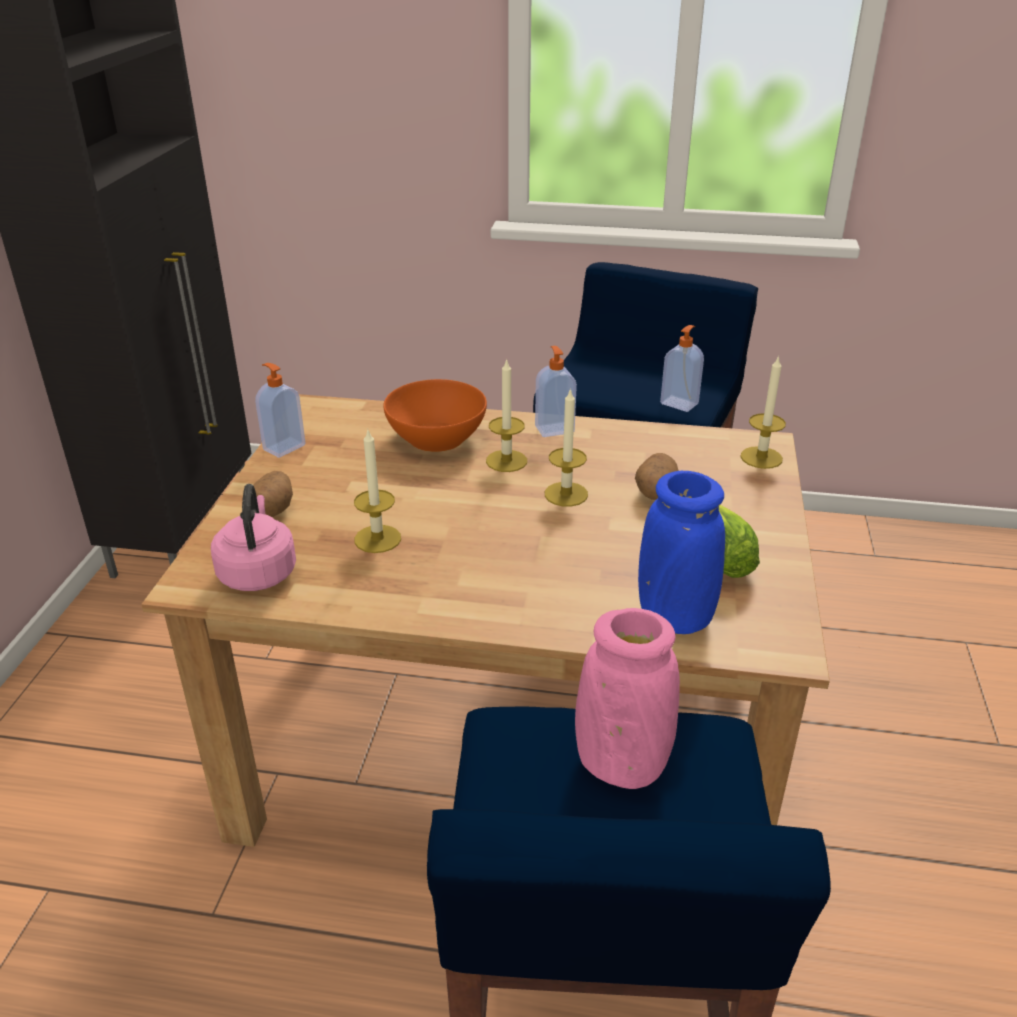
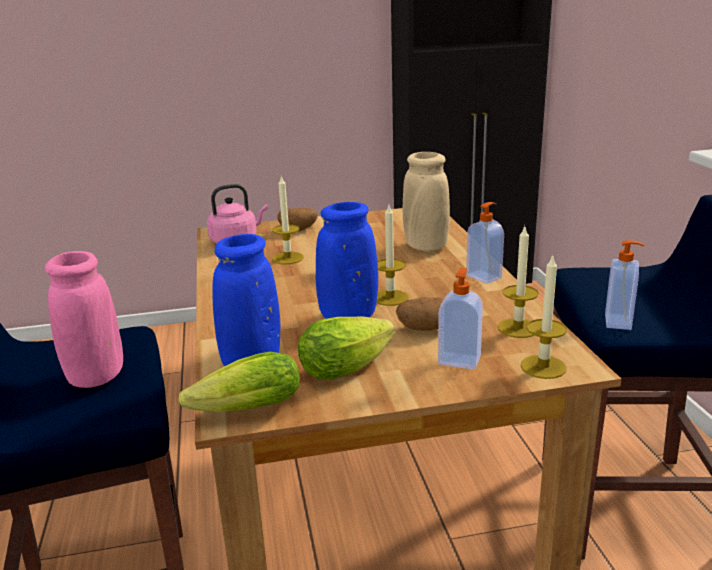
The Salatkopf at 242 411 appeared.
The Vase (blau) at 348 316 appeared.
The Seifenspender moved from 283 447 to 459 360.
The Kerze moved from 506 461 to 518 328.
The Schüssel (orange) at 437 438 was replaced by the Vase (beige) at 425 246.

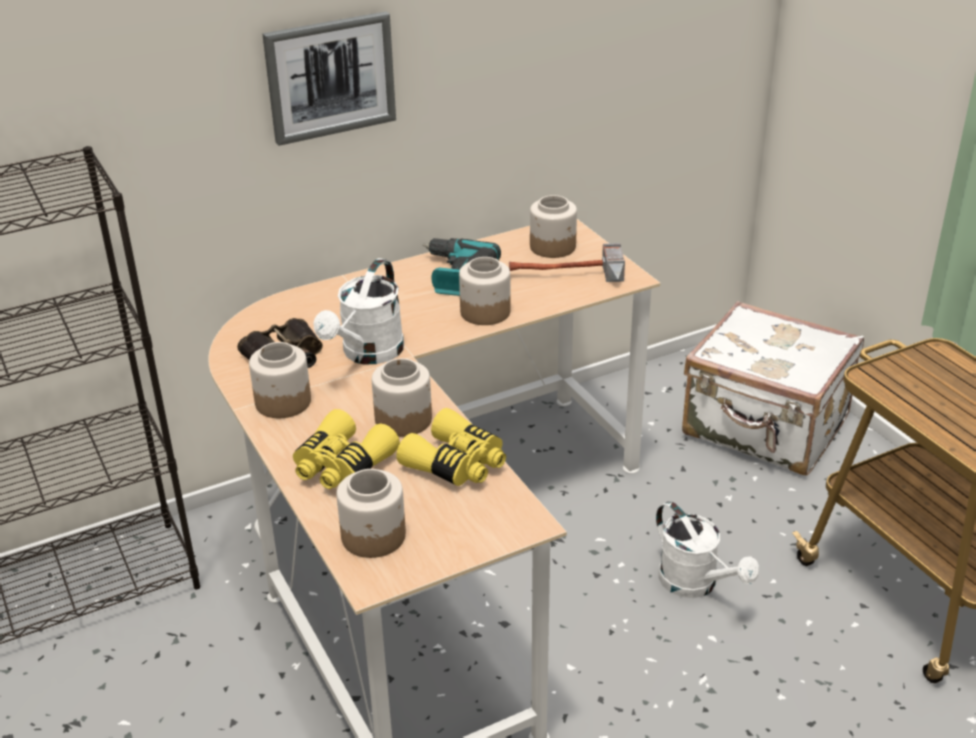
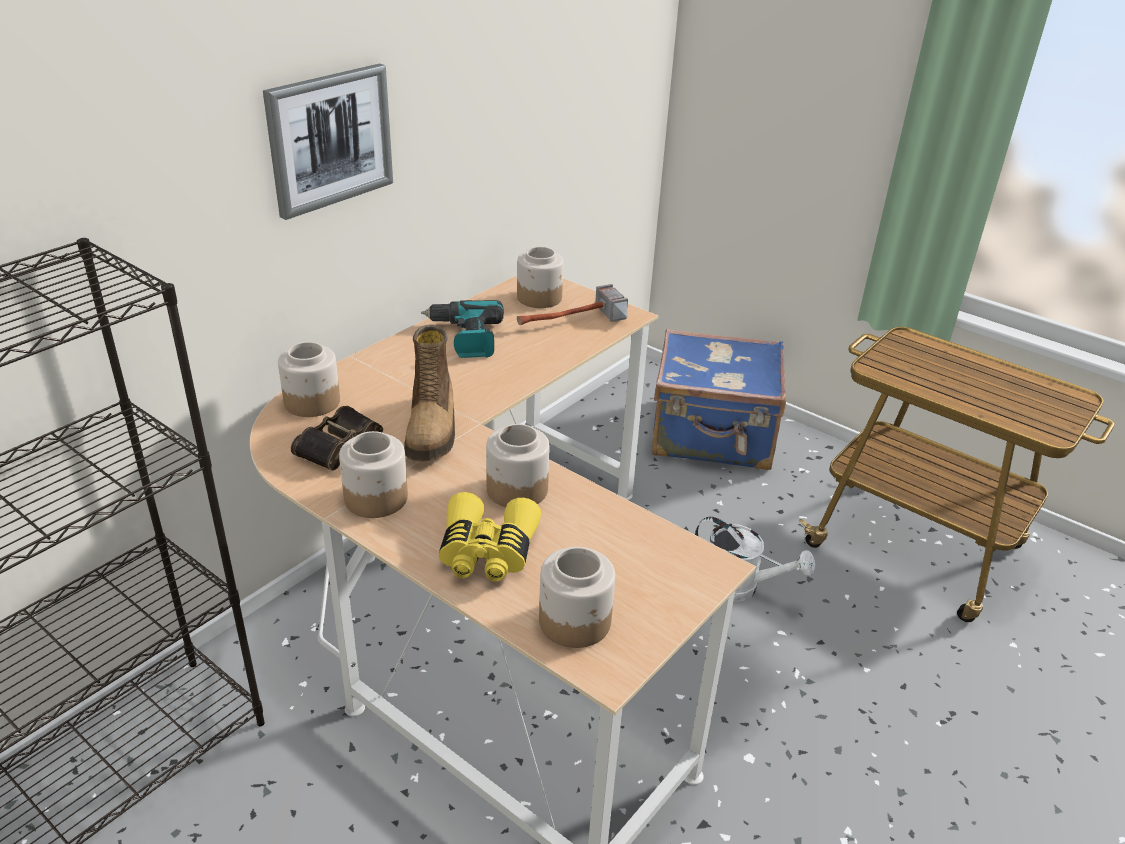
The Fernglas (gelb) at 457 464 disappeared.
The Vorratsglas moved from 484 312 to 311 402.
The Gießkanne (weiß) at 367 354 was replaced by the Stiefel at 432 430.
The Koffer (weiß) at 765 428 became the Koffer (blau) at 713 436.

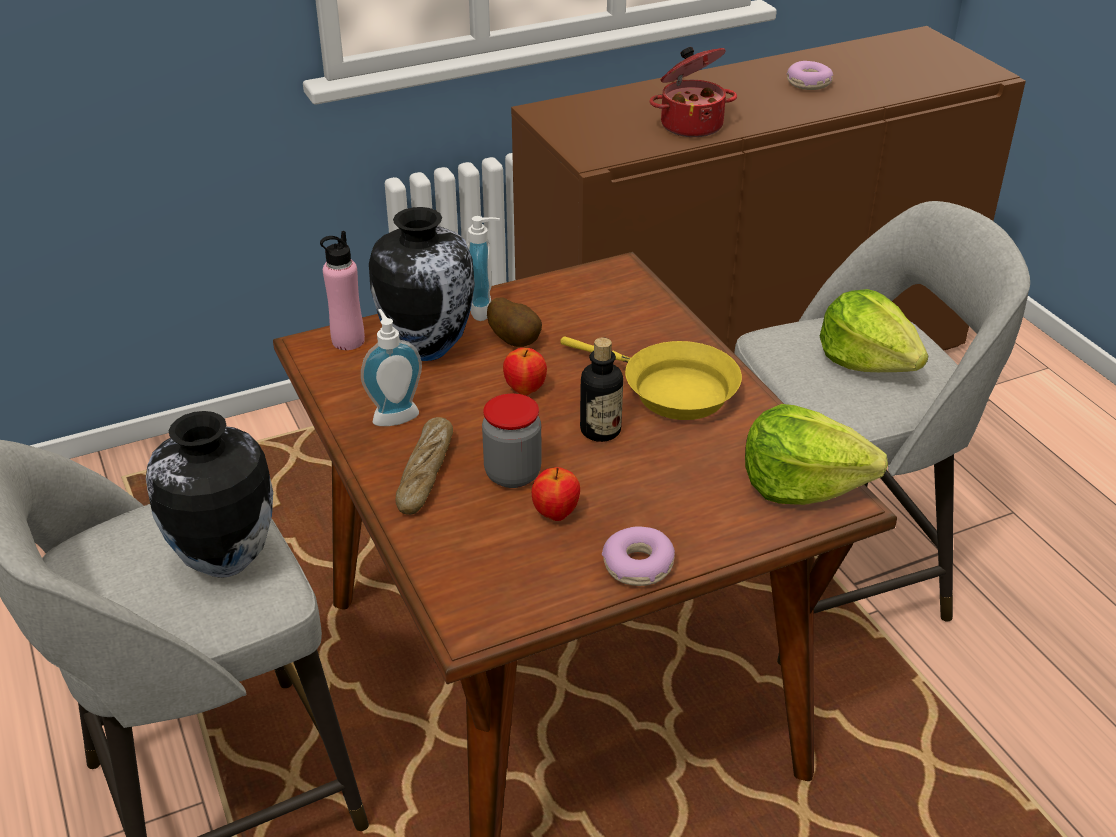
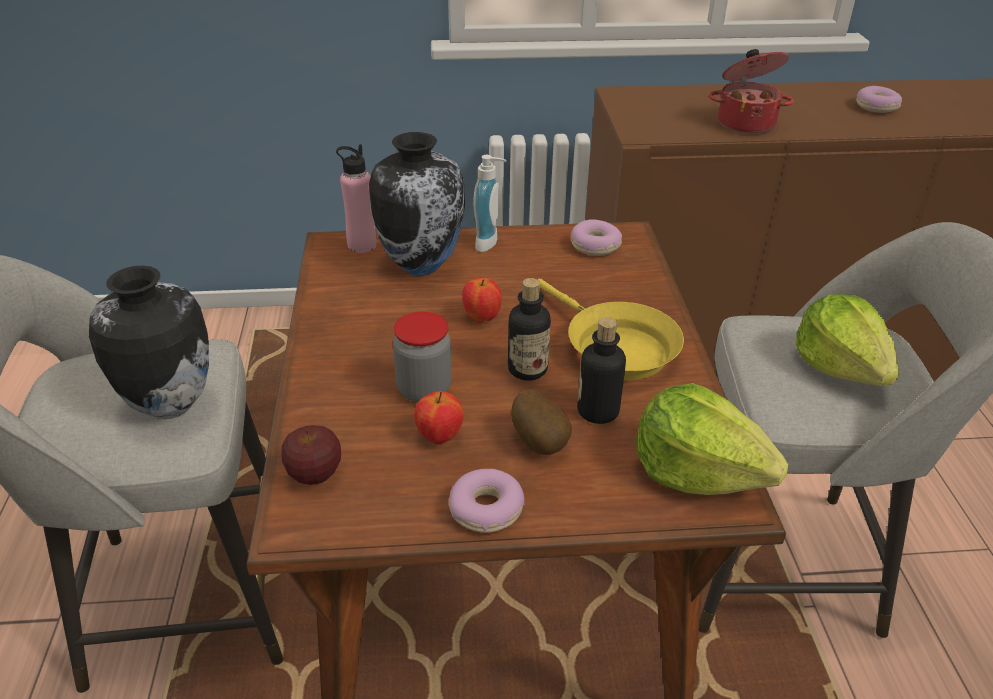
The Seifenspender at 394 415 disappeared.
The Brot at 425 473 disappeared.
The Apfel at 315 475 appeared.
The Donut at 594 246 appeared.
The Flasche at 598 411 appeared.
The Kartoffel moved from 516 341 to 541 442.

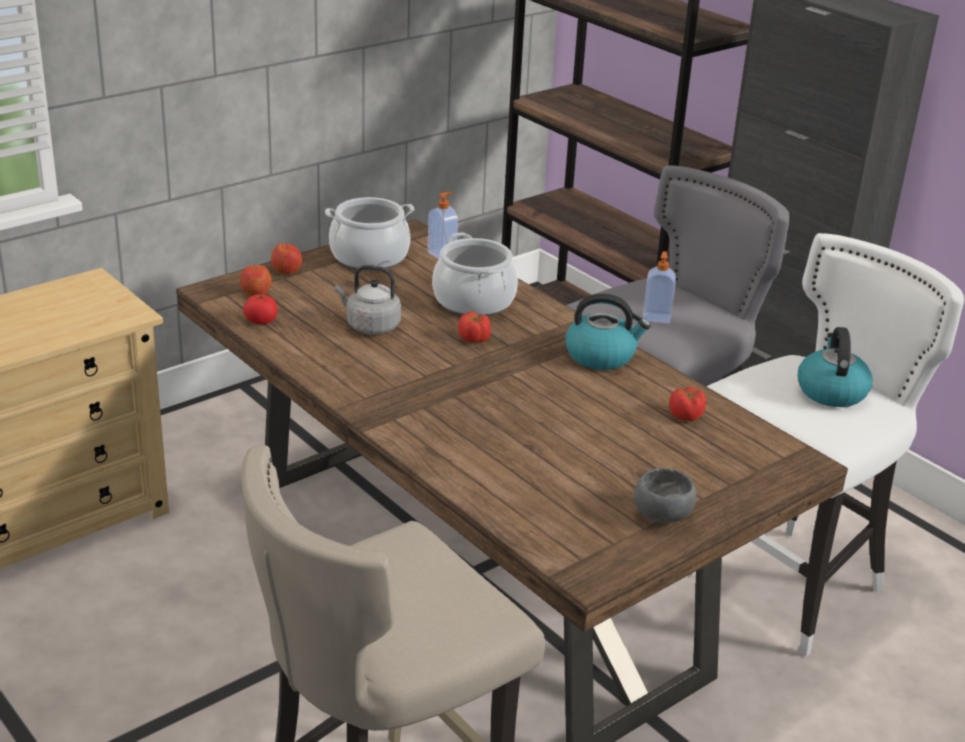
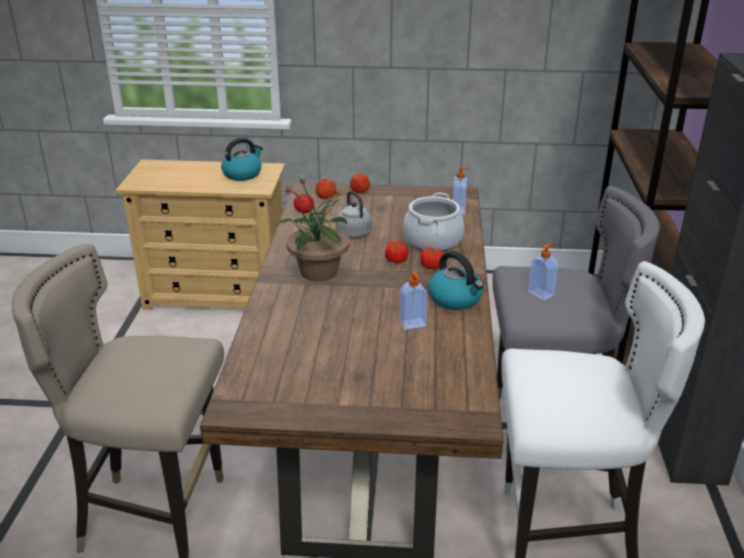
The Kochtopf at 369 257 disappeared.
The Schüssel (grau) at 663 516 disappeared.
The Topfpflanze at 318 272 appeared.
The Seifenspender at 413 324 appeared.
The Tomate moved from 686 416 to 432 266.
The Wasserkessel moved from 831 391 to 242 174.

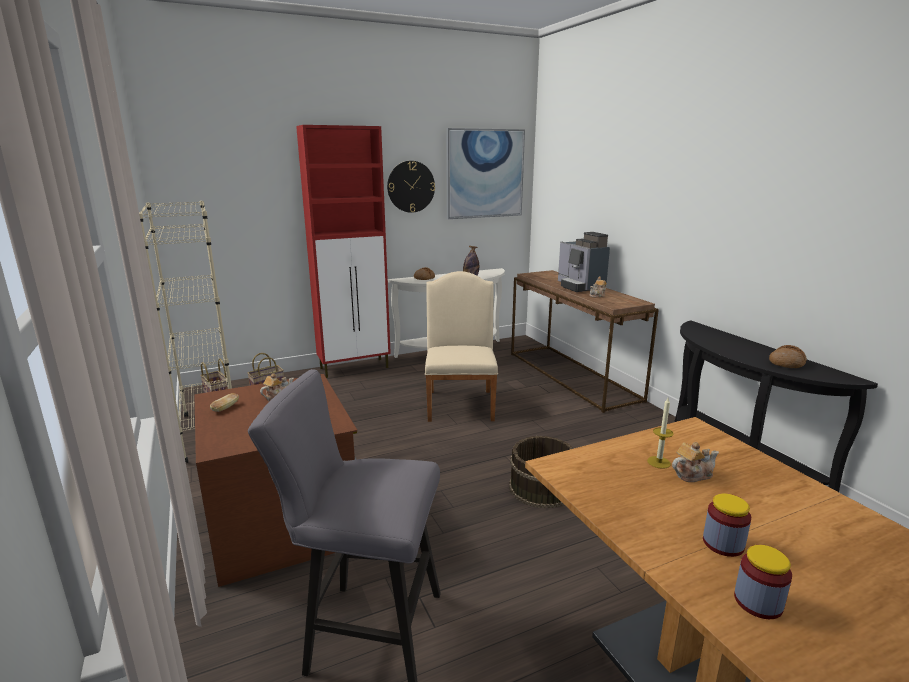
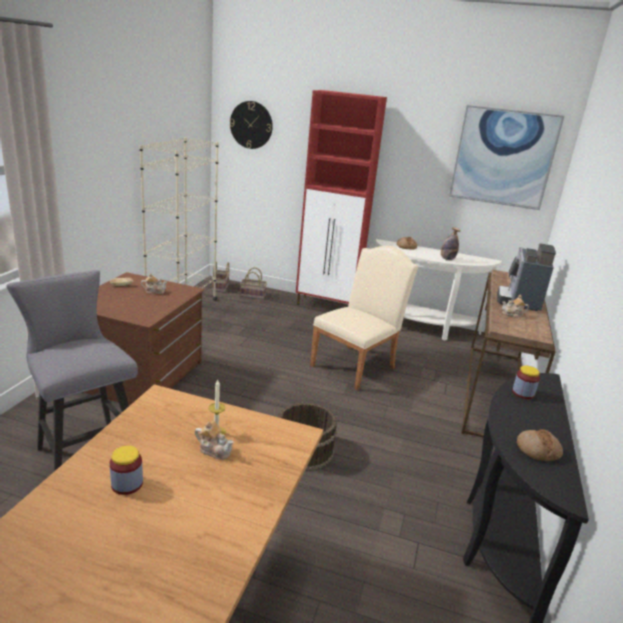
The Wanduhr moved from 411 186 to 251 125.
The Vorratsglas moved from 758 602 to 523 393.

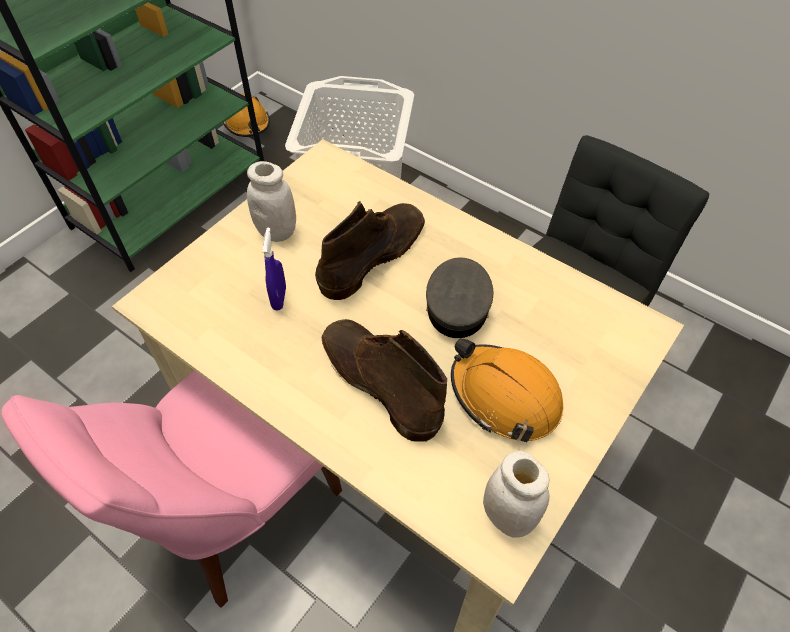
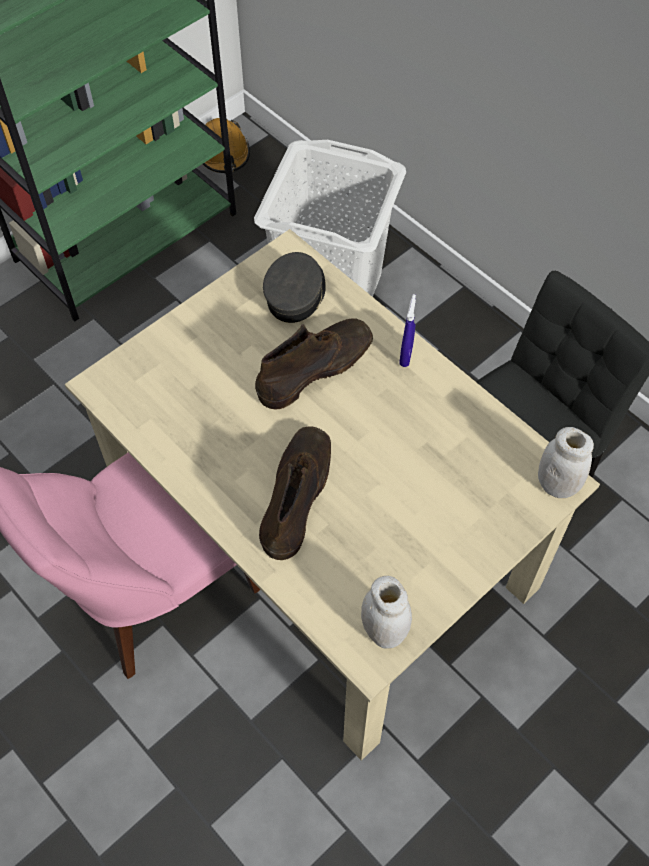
The Schutzhelm (orange) at 504 396 disappeared.
The Vorratsglas (weiß) moved from 277 232 to 557 484.
The Sprühflasche (blau) moved from 279 298 to 406 355.
The Kappe (grau) moved from 457 305 to 295 294.
The Stiefel (braun) at 379 382 turned 45 degrees clockwise.

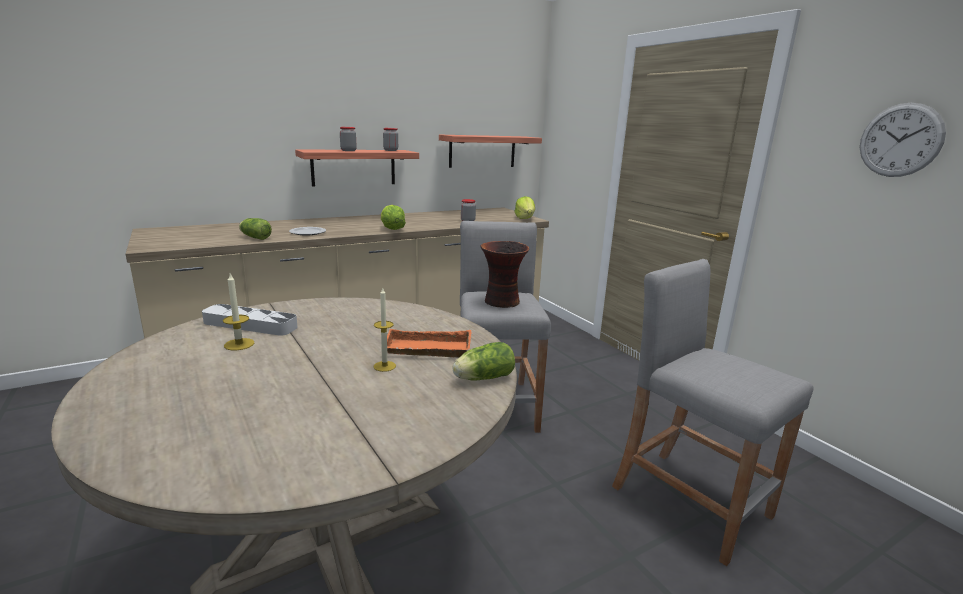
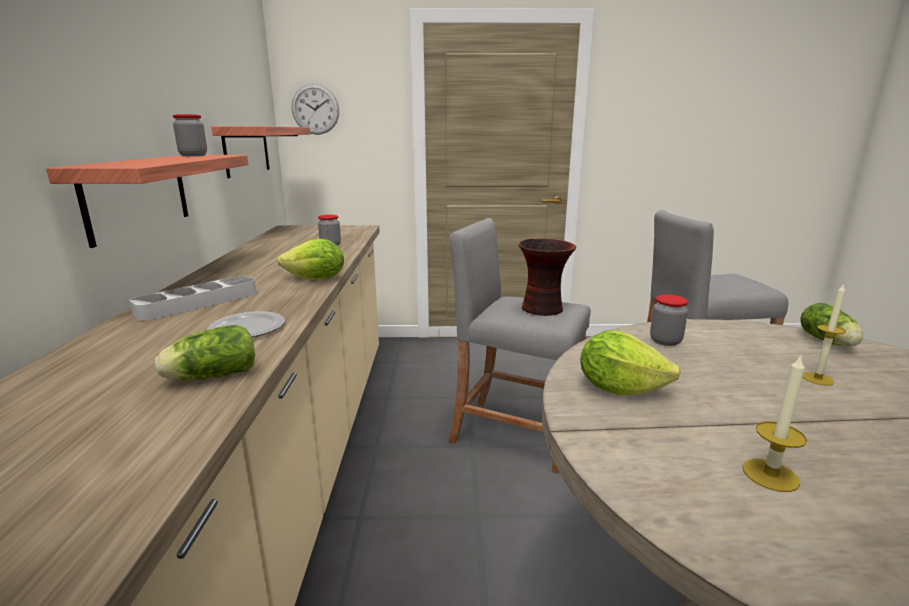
The Tablett (orange) at 426 350 disappeared.
The Tablett (grau) moved from 250 325 to 198 303.
The Vorratsglas moved from 348 150 to 665 341.
The Salatkopf moved from 525 218 to 619 388.
The Wanduhr moved from 900 140 to 315 109.

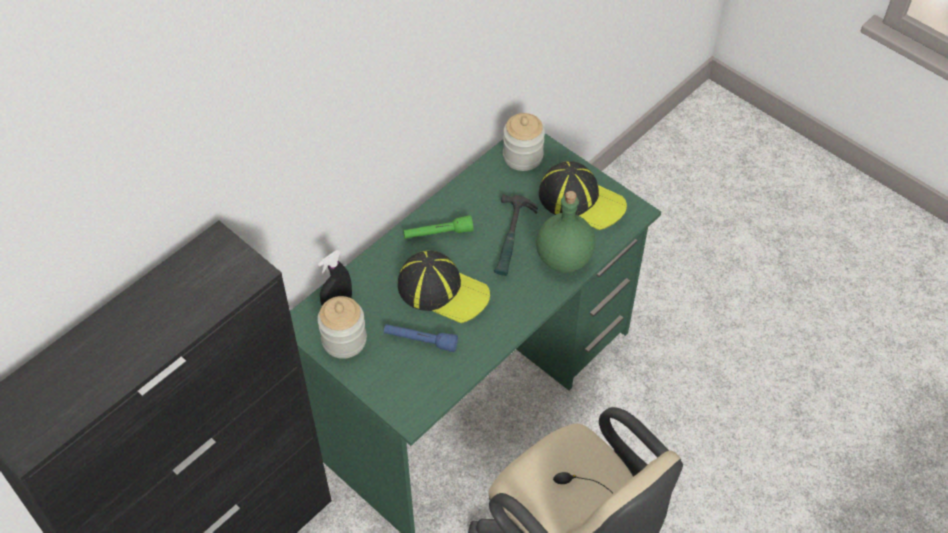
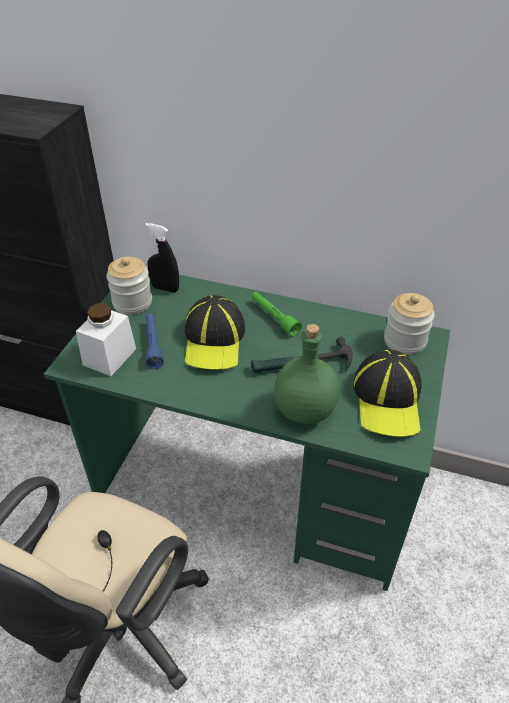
The Vorratsglas (weiß) at 109 357 appeared.

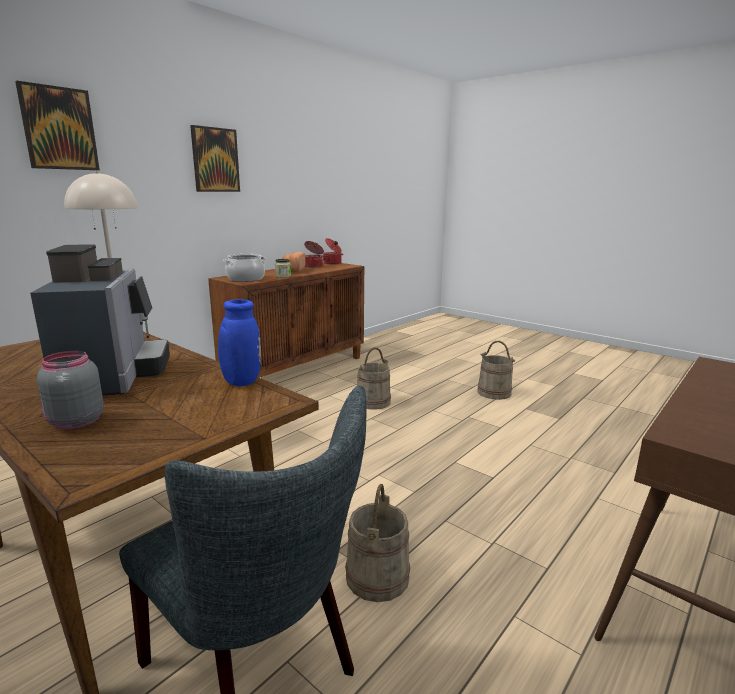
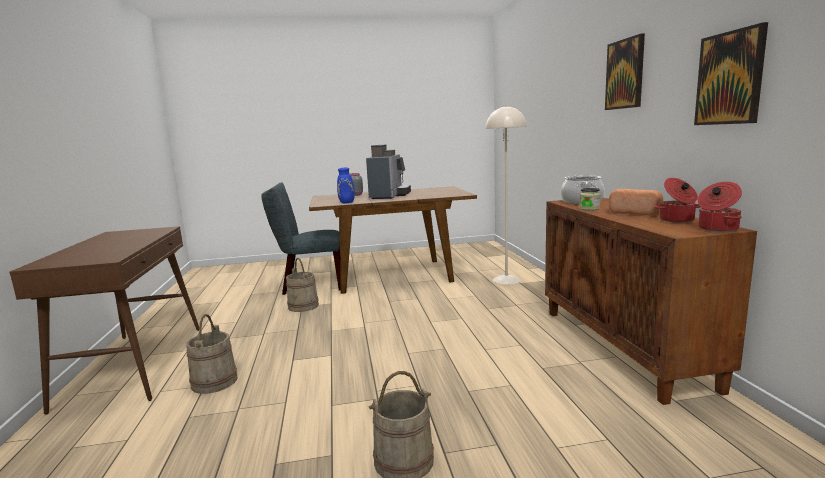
The Bild moved from 59 128 to 730 78.
The Eimer (beige) moved from 373 402 to 215 381.
The Kaffeemaschine at 114 376 turned 105 degrees counterclockwise.

